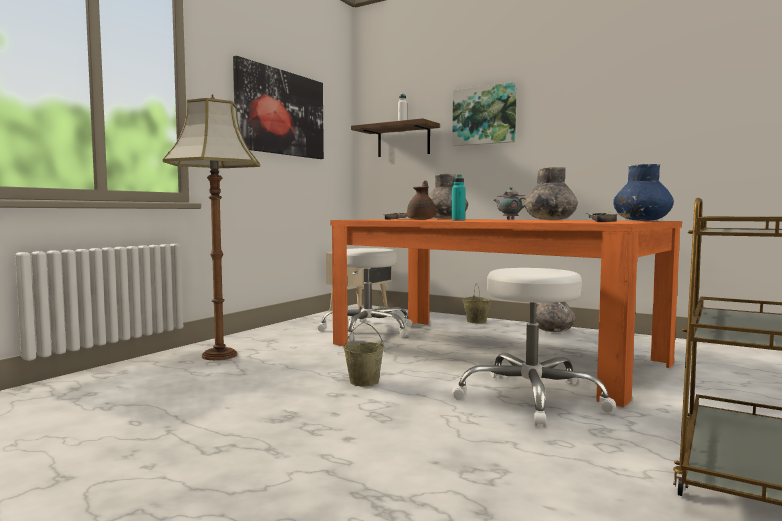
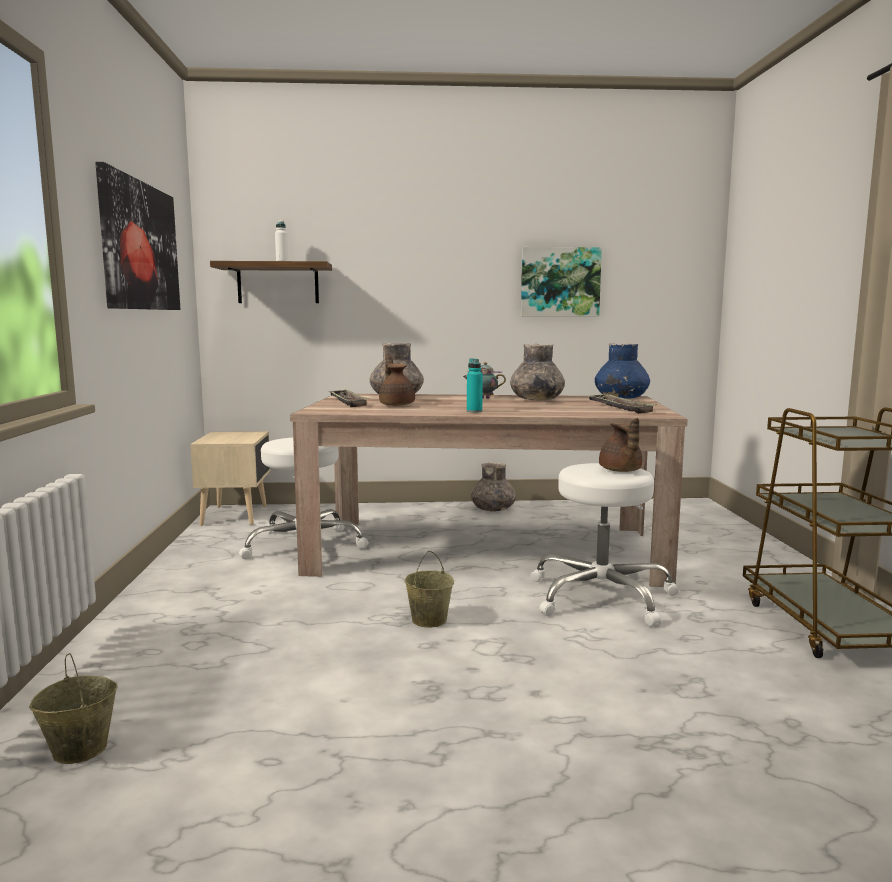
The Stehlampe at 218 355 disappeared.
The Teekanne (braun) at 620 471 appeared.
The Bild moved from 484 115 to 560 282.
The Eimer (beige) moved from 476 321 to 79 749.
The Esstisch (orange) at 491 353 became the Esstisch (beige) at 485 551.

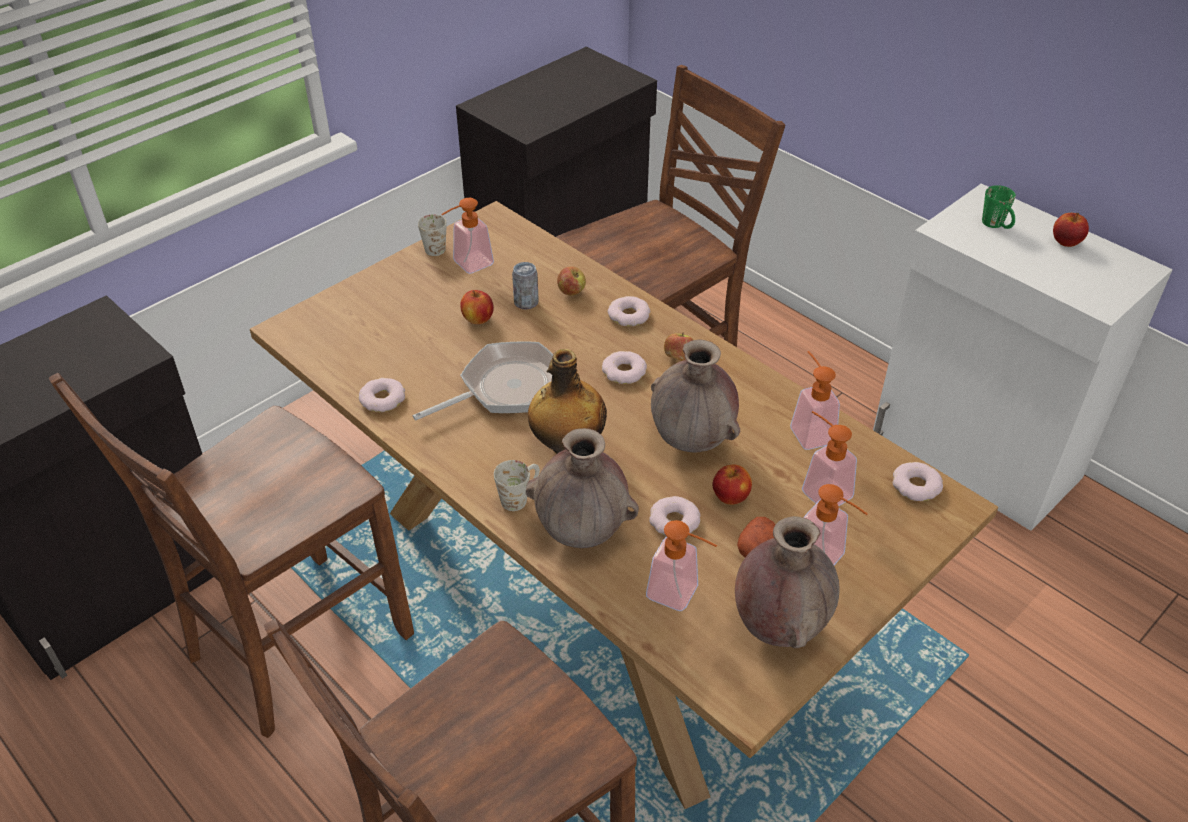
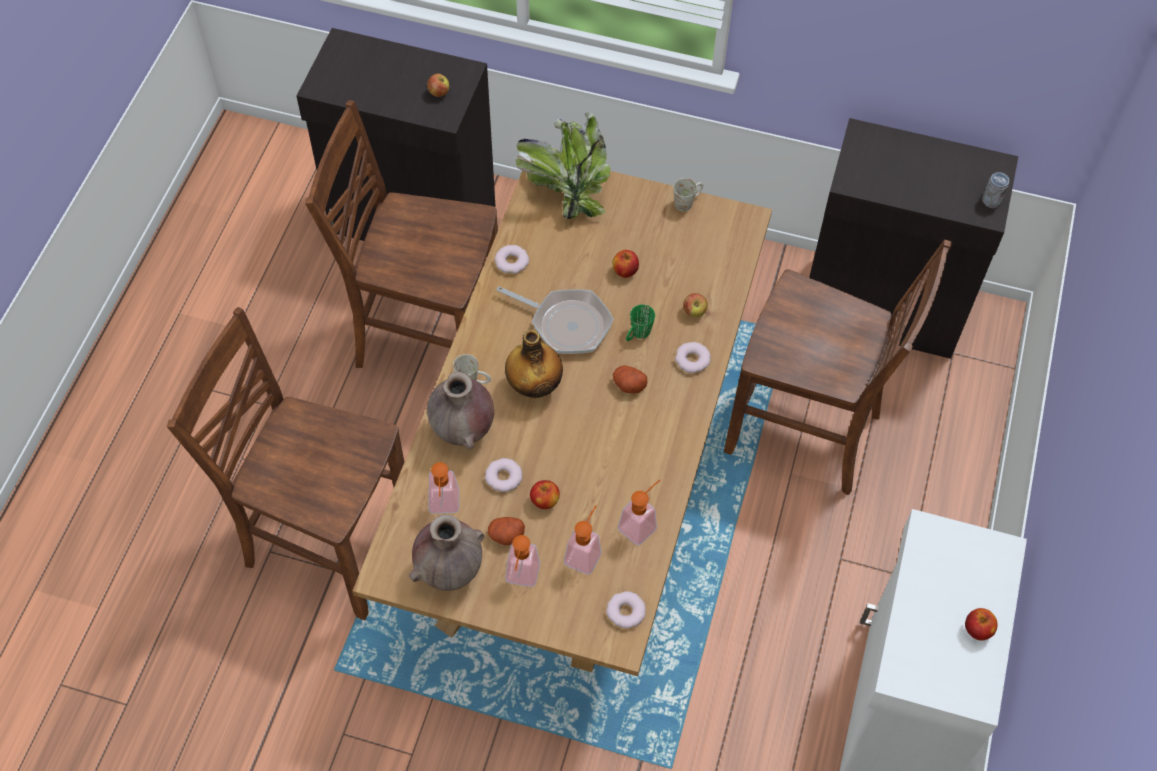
The Seifenspender at 467 265 disappeared.
The Vase (braun) at 692 442 disappeared.
The Topfpflanze at 566 189 appeared.
The Dose moved from 526 302 to 991 201.
The Apfel moved from 679 358 to 439 92.
The Henkelbecher (grün) moved from 997 226 to 637 335.
The Donut at 624 372 was replaced by the Kartoffel at 628 385.

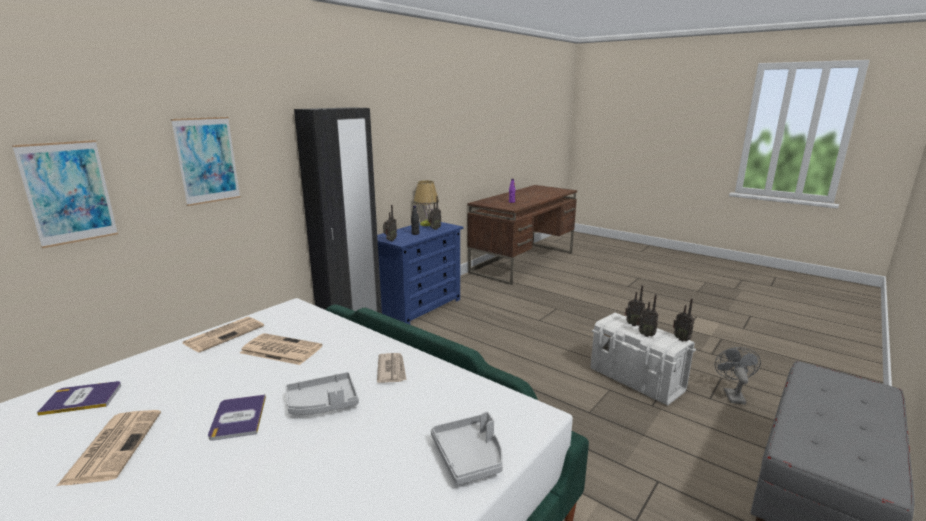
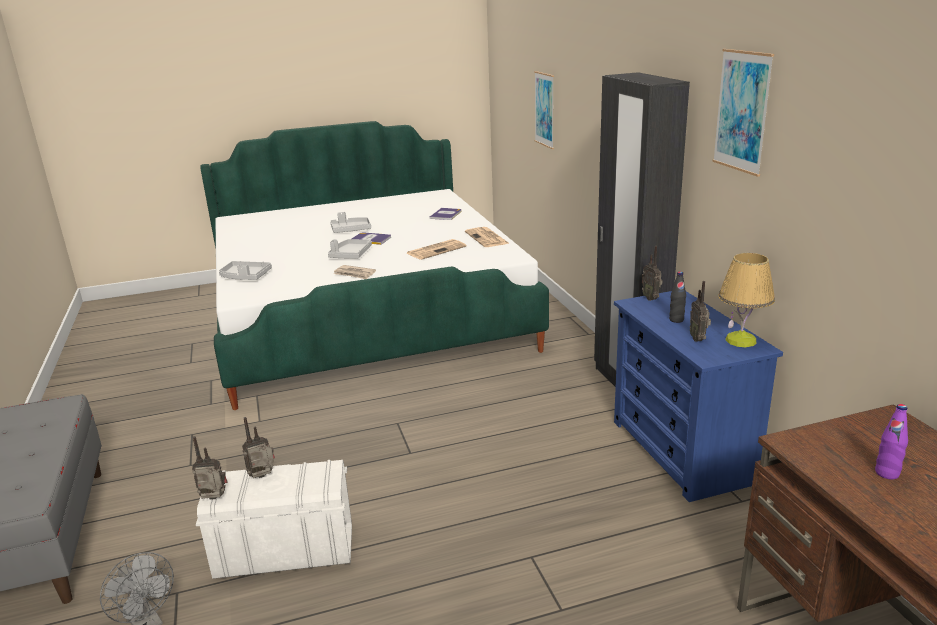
The Zeitung at 114 445 disappeared.
The Radio at 633 324 disappeared.
The Tablett (grau) at 350 230 appeared.
The Bild moved from 207 160 to 742 111.

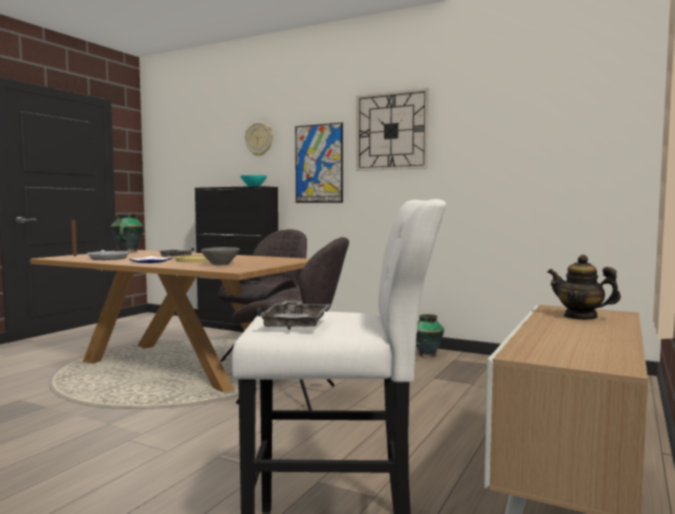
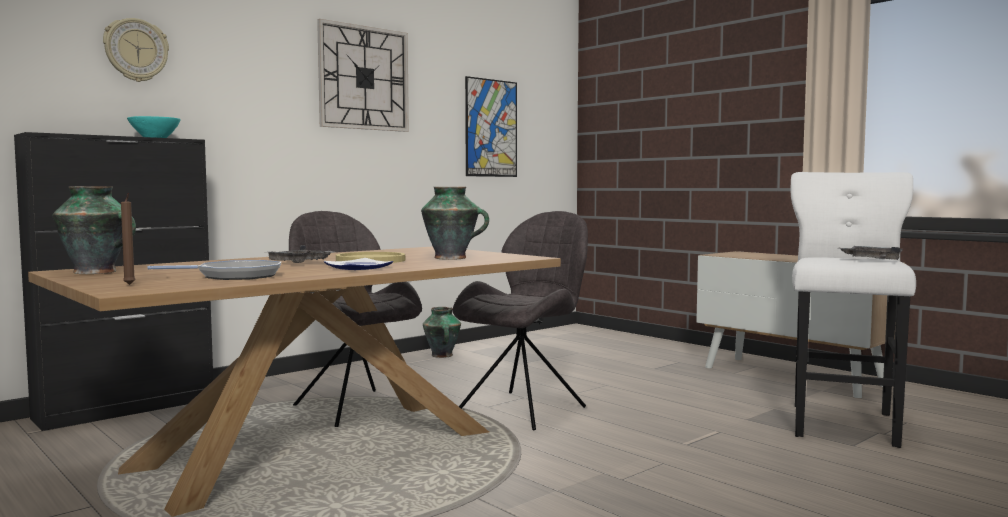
The Teekanne at 580 317 disappeared.
The Bild moved from 319 163 to 491 128.
The Schüssel (grau) at 220 264 was replaced by the Vase at 452 258.

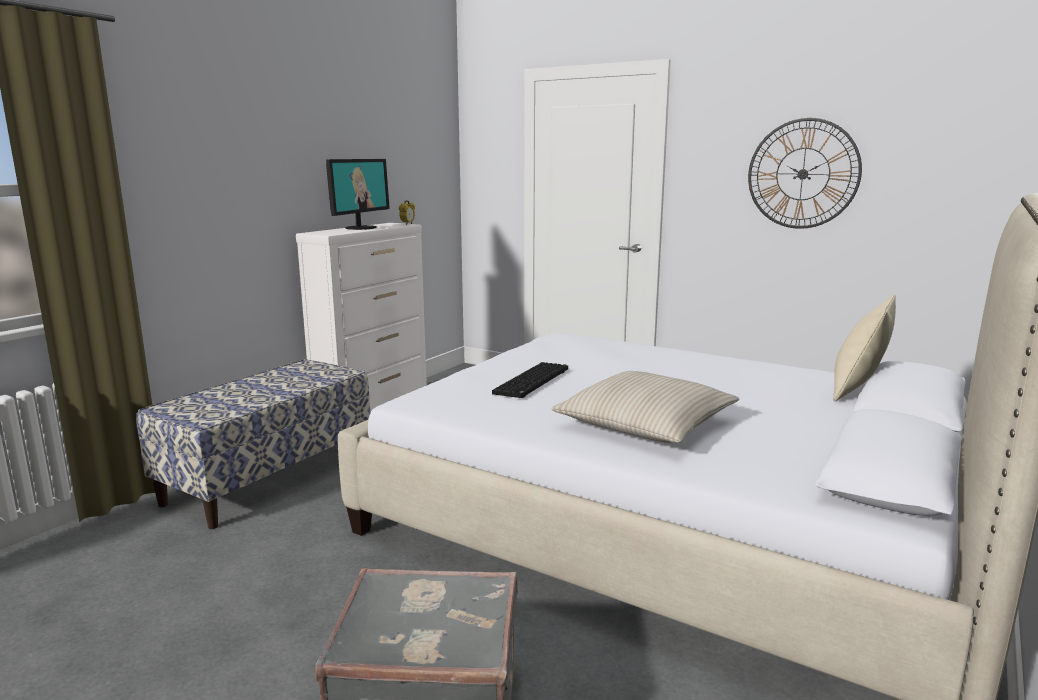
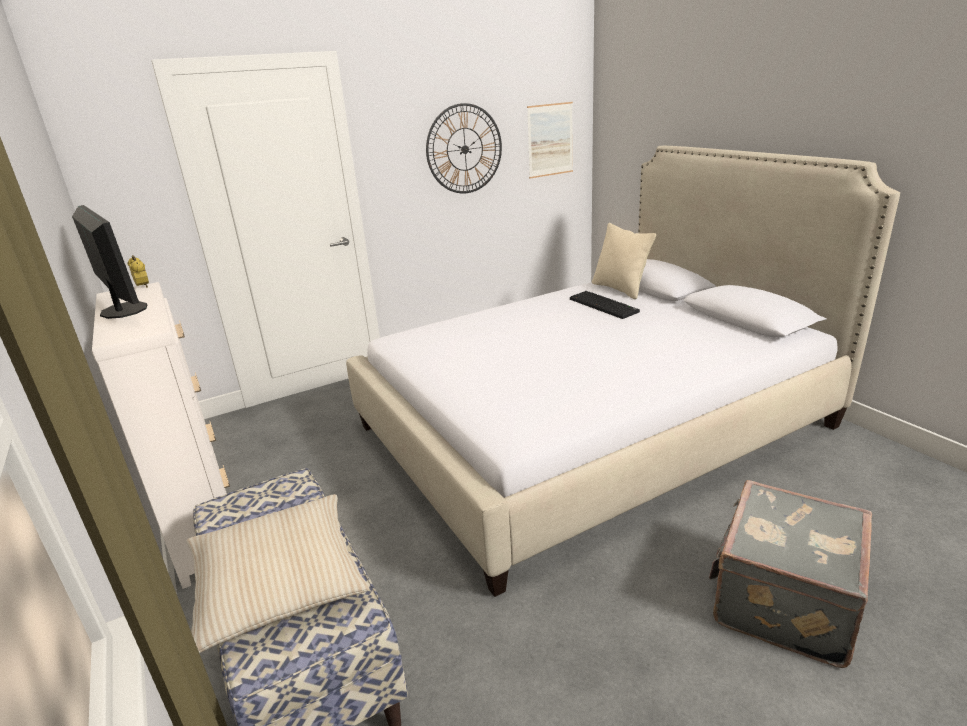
The Bild at 550 140 appeared.
The Tastatur moved from 533 382 to 604 306.
The Kissen (beige) moved from 645 424 to 278 582.

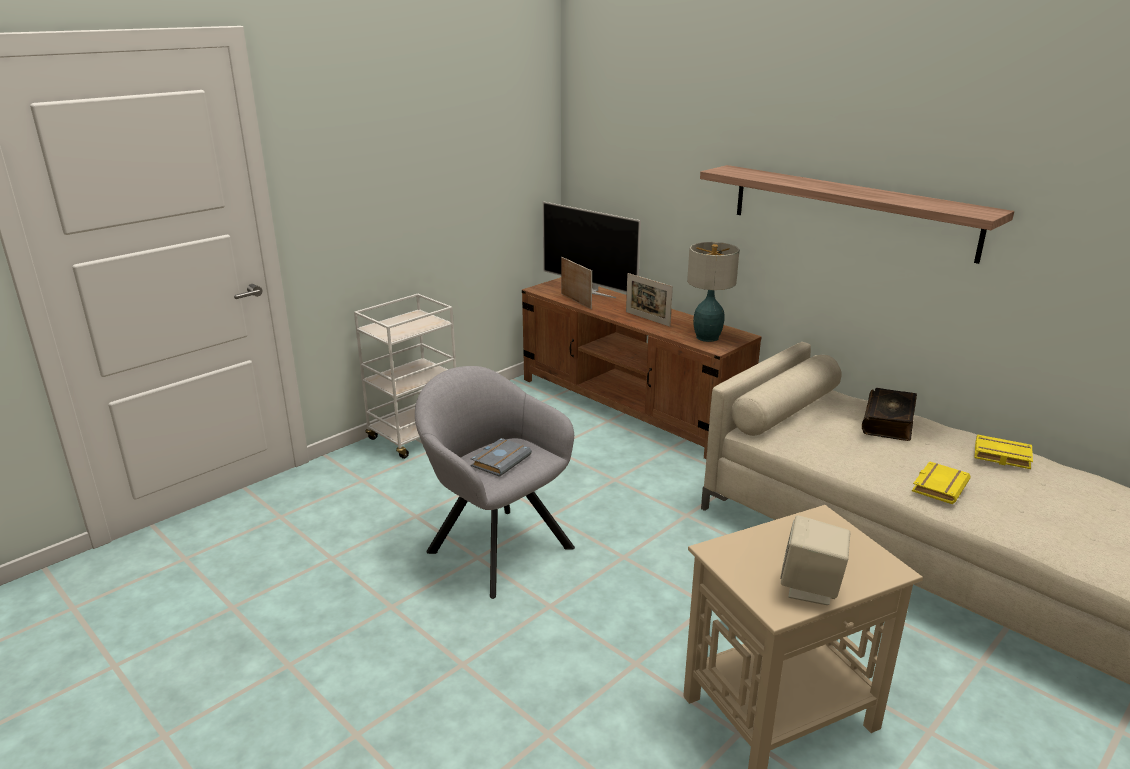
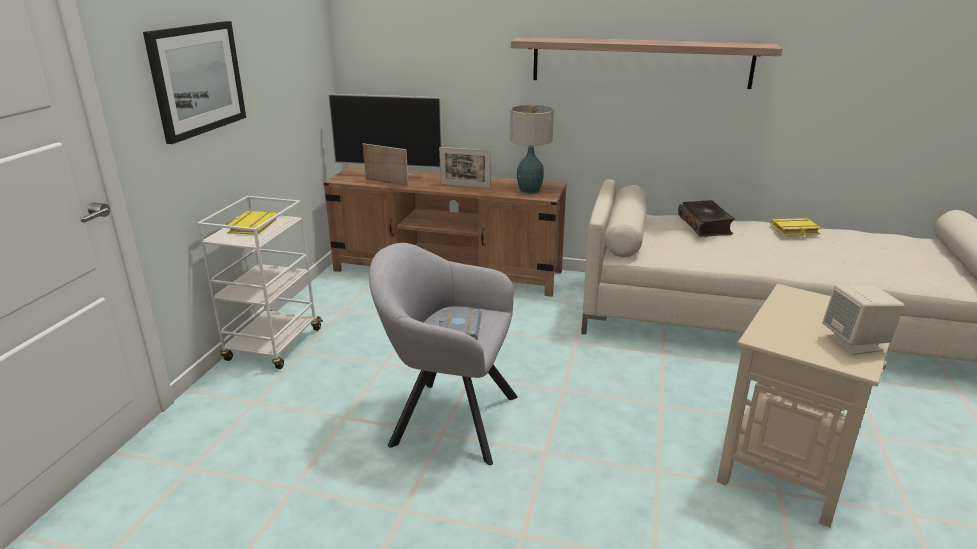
The Bild at 197 79 appeared.
The Buch (gelb) moved from 938 486 to 252 226.

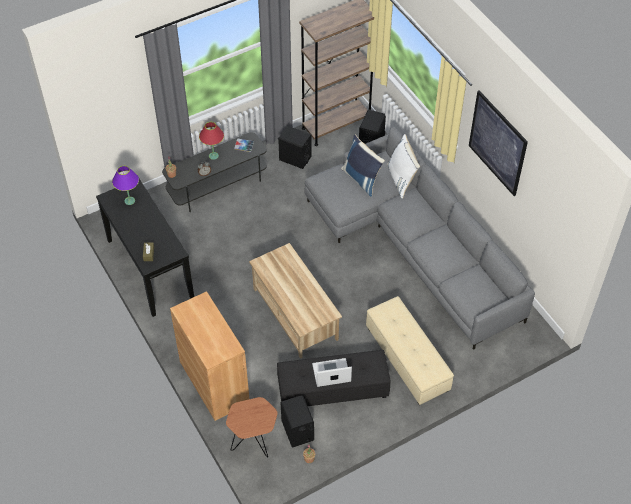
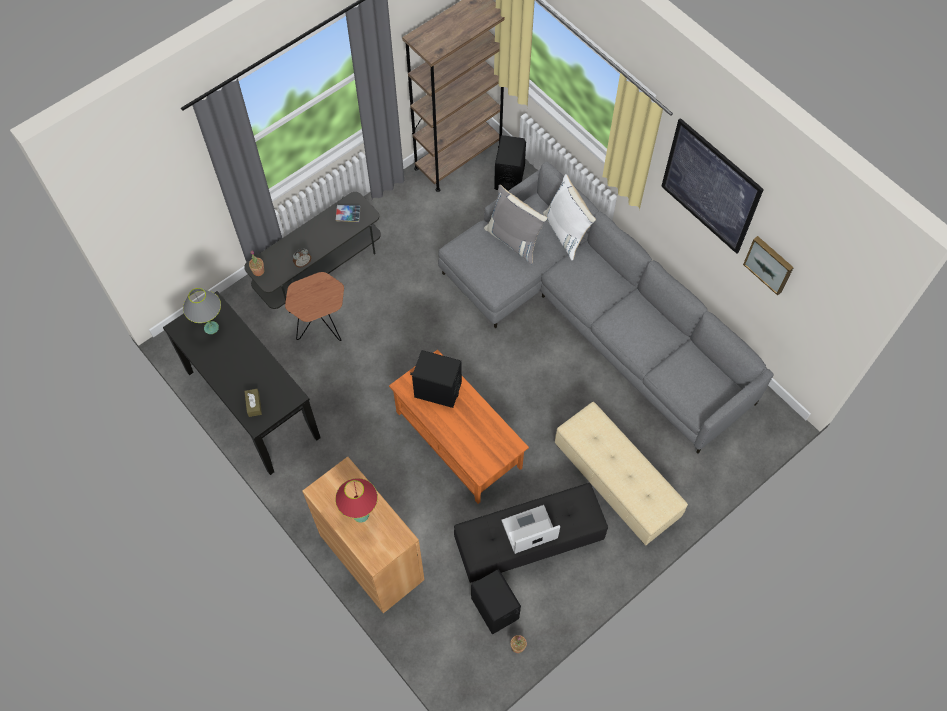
The Bild at 769 264 appeared.
The Tischlampe (rot) moved from 213 156 to 361 514.
The Beistelltisch (braun) moved from 254 445 to 323 329.
The Lautsprecher (schwarz) moved from 295 158 to 437 390.
The Tischlampe (lila) at 129 201 became the Tischlampe (grau) at 211 328.
The Couchtisch (beige) at 295 314 became the Couchtisch (orange) at 459 439.
The Kissen (blau) at 362 179 became the Kissen (grau) at 514 240.

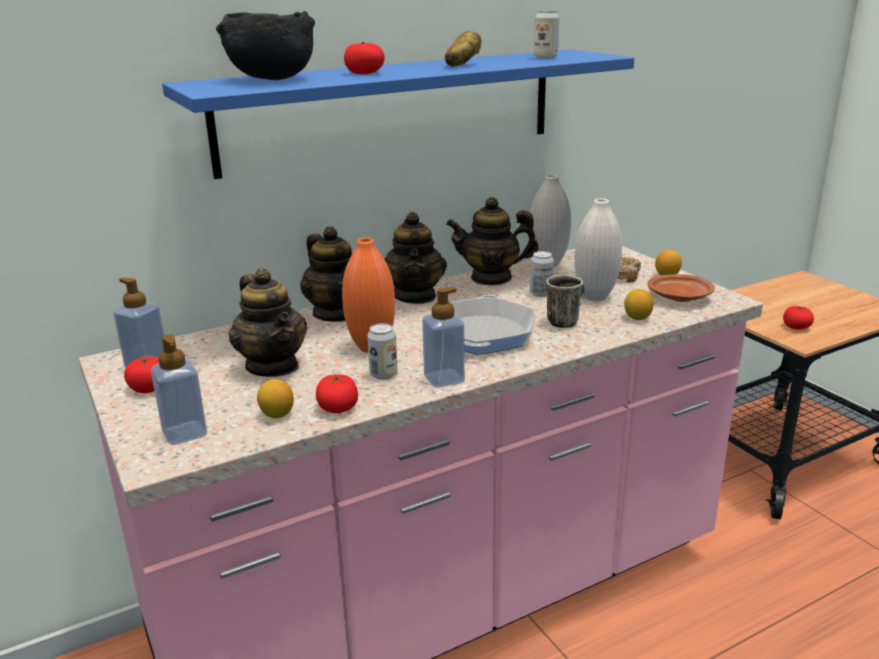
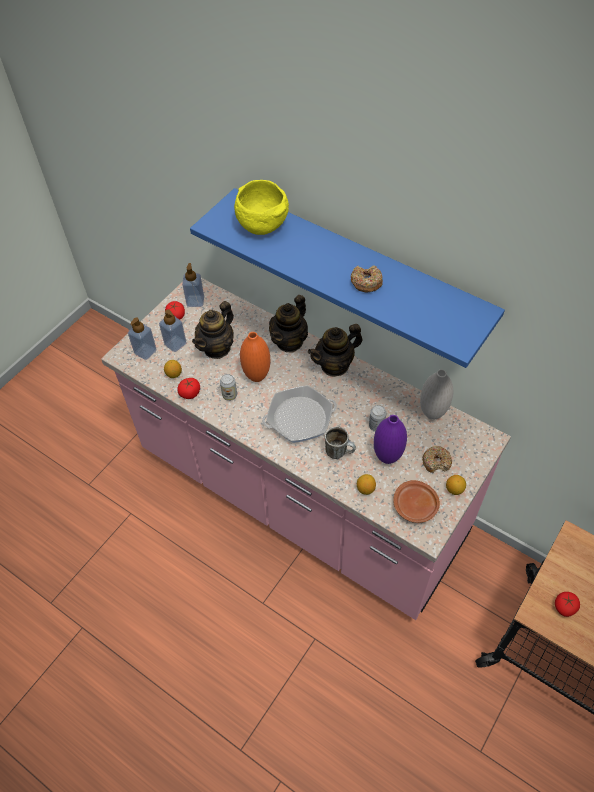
The Tomate at 364 73 disappeared.
The Teekanne at 491 278 disappeared.
The Dose at 545 57 disappeared.
The Seifenspender moved from 444 379 to 175 344.
The Kartoffel at 461 65 was replaced by the Donut at 366 282.
The Schüssel (schwarz) at 271 79 became the Schüssel (gelb) at 261 225.
The Vase (weiß) at 595 297 became the Vase (lila) at 387 457.

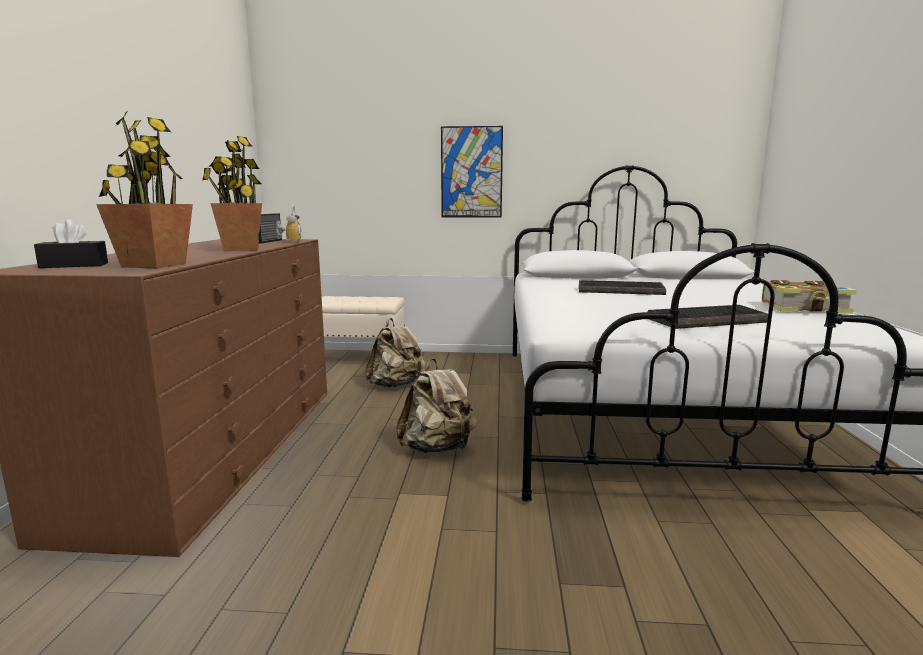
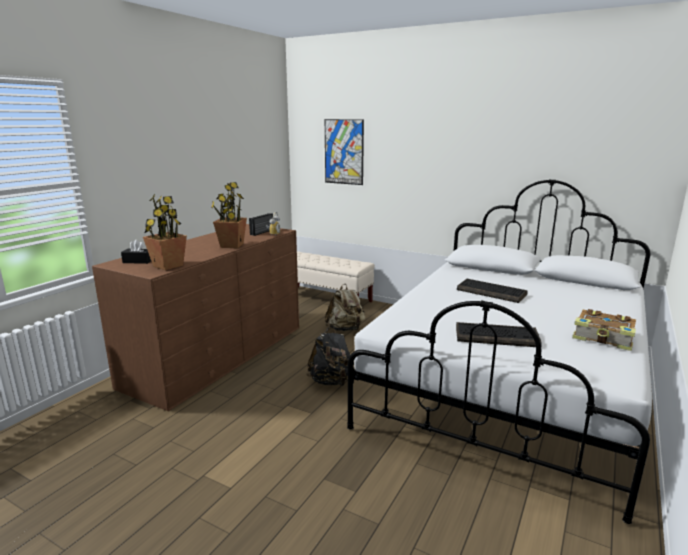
The Bild moved from 471 172 to 344 152.
The Rucksack (beige) at 437 448 became the Rucksack (schwarz) at 331 382.

